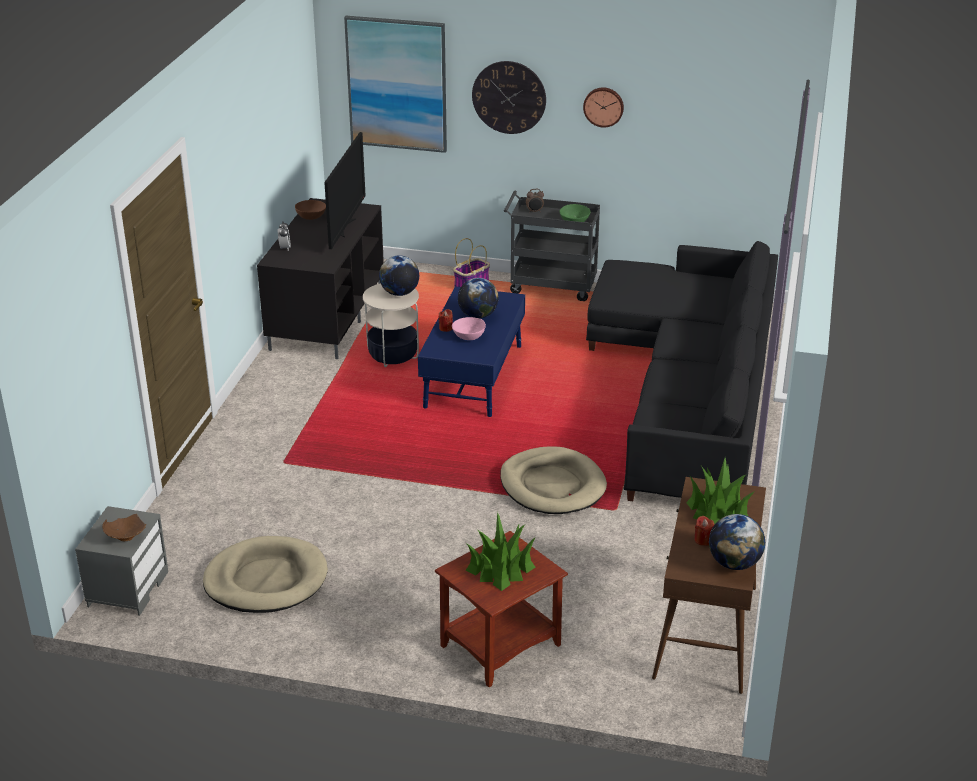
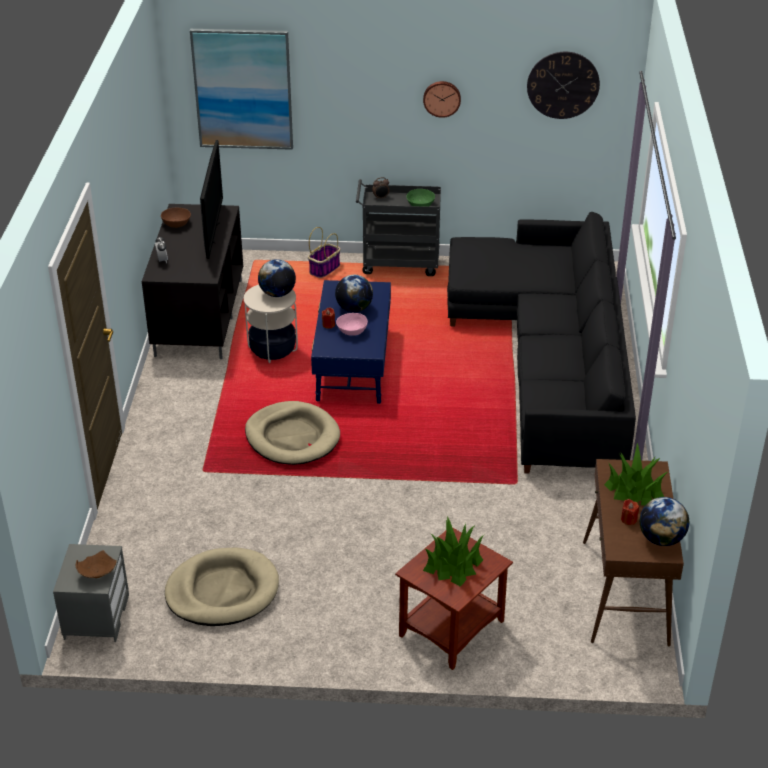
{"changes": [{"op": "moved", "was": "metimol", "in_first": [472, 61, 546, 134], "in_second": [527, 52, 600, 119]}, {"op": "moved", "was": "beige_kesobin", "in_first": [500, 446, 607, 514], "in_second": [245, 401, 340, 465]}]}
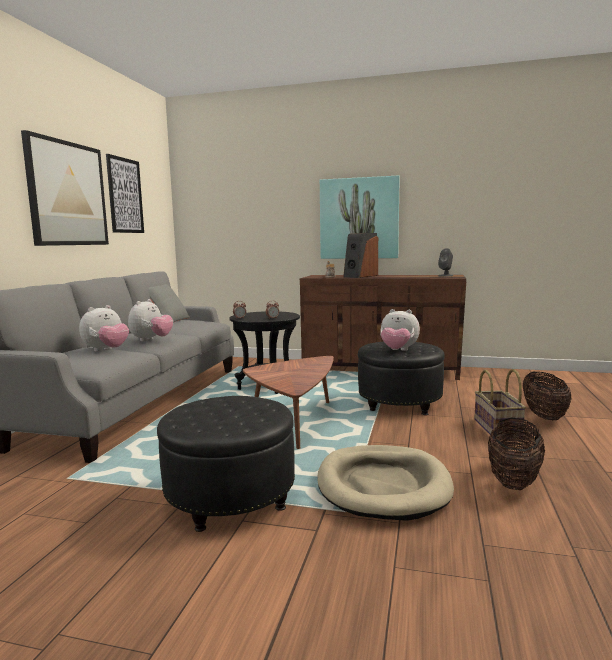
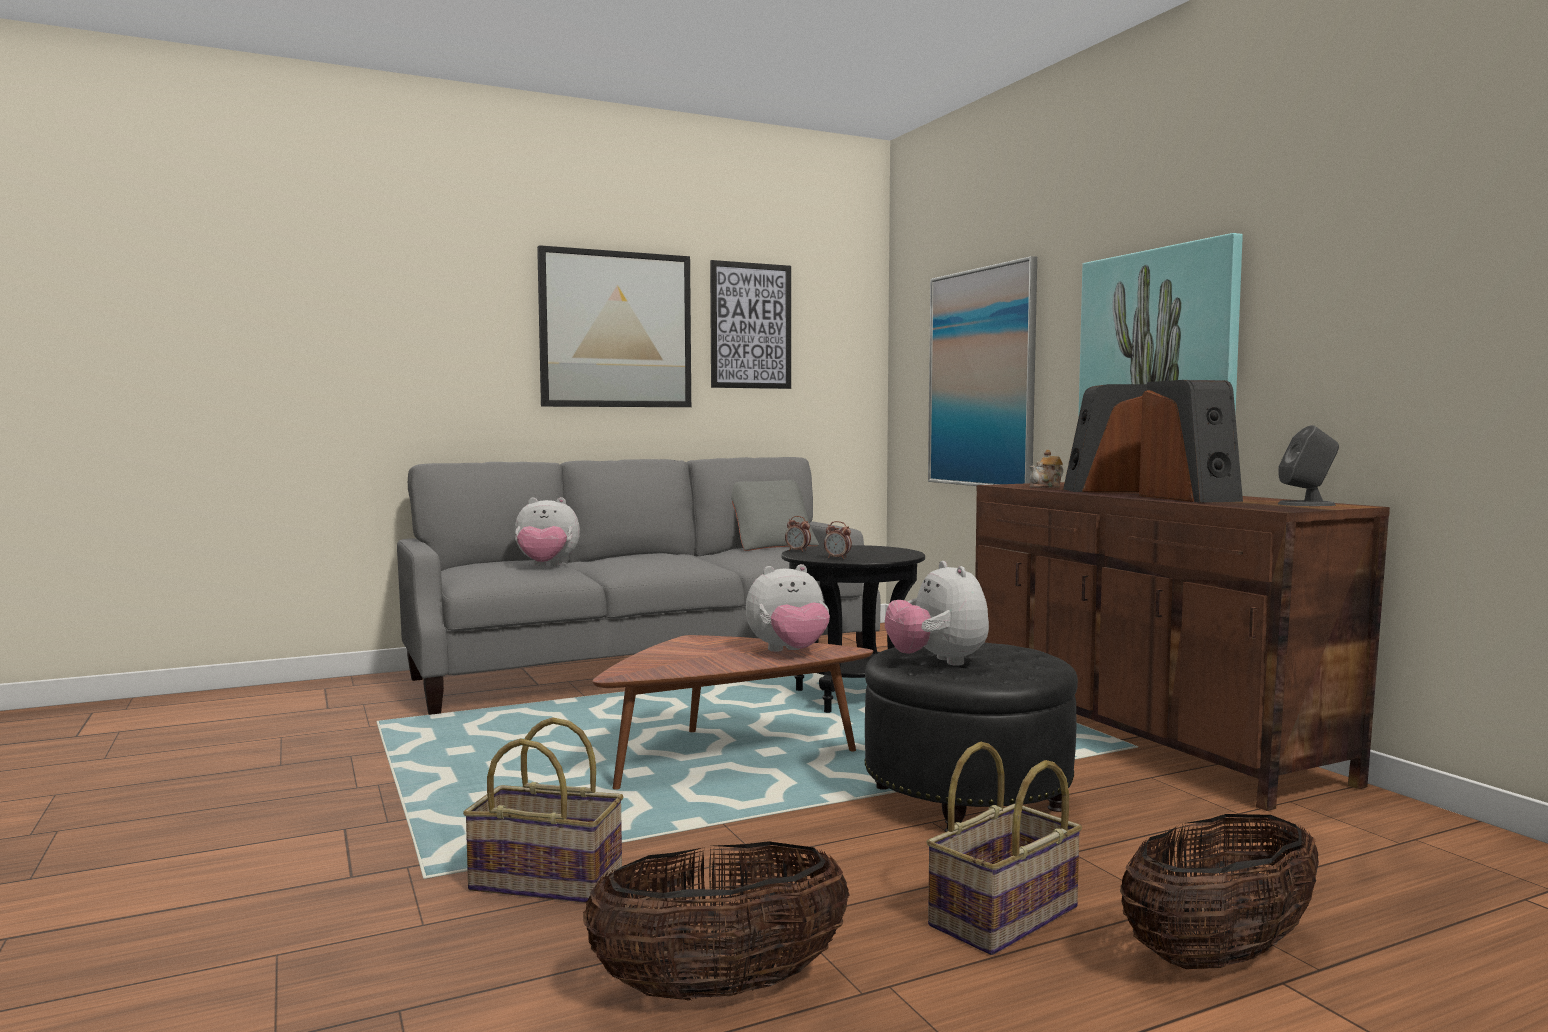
{"changes": [{"op": "moved", "was": "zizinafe", "in_first": [128, 299, 173, 342], "in_second": [746, 564, 830, 652]}, {"op": "removed", "was": "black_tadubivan", "in_first": [157, 396, 295, 532]}, {"op": "replaced", "was": "beige_kesobin", "now": "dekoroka", "in_first": [317, 445, 454, 521], "in_second": [463, 717, 623, 903]}, {"op": "added", "now": "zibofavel", "in_second": [928, 256, 1037, 486]}, {"op": "added", "now": "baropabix", "in_second": [1139, 380, 1243, 503]}]}
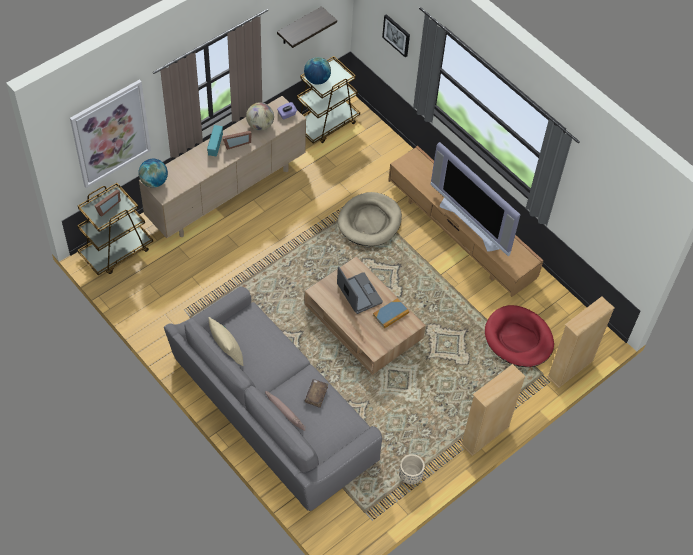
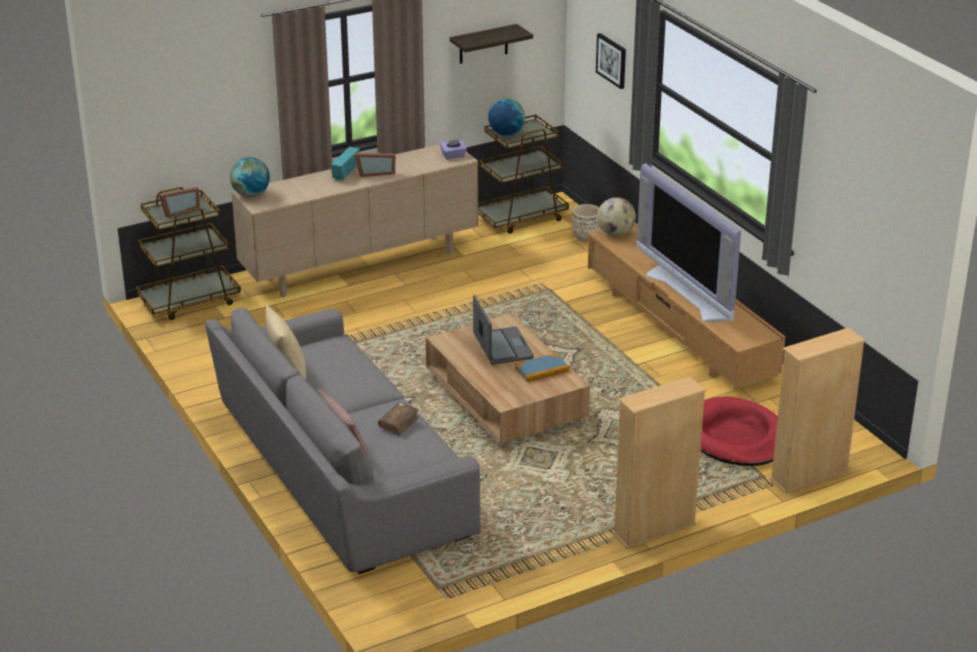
{"changes": [{"op": "removed", "was": "zibofavel", "in_first": [70, 80, 151, 188]}, {"op": "moved", "was": "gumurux", "in_first": [246, 102, 274, 131], "in_second": [597, 197, 636, 236]}, {"op": "removed", "was": "beige_kesobin", "in_first": [338, 192, 402, 246]}, {"op": "moved", "was": "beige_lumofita", "in_first": [399, 454, 425, 485], "in_second": [572, 204, 601, 242]}]}
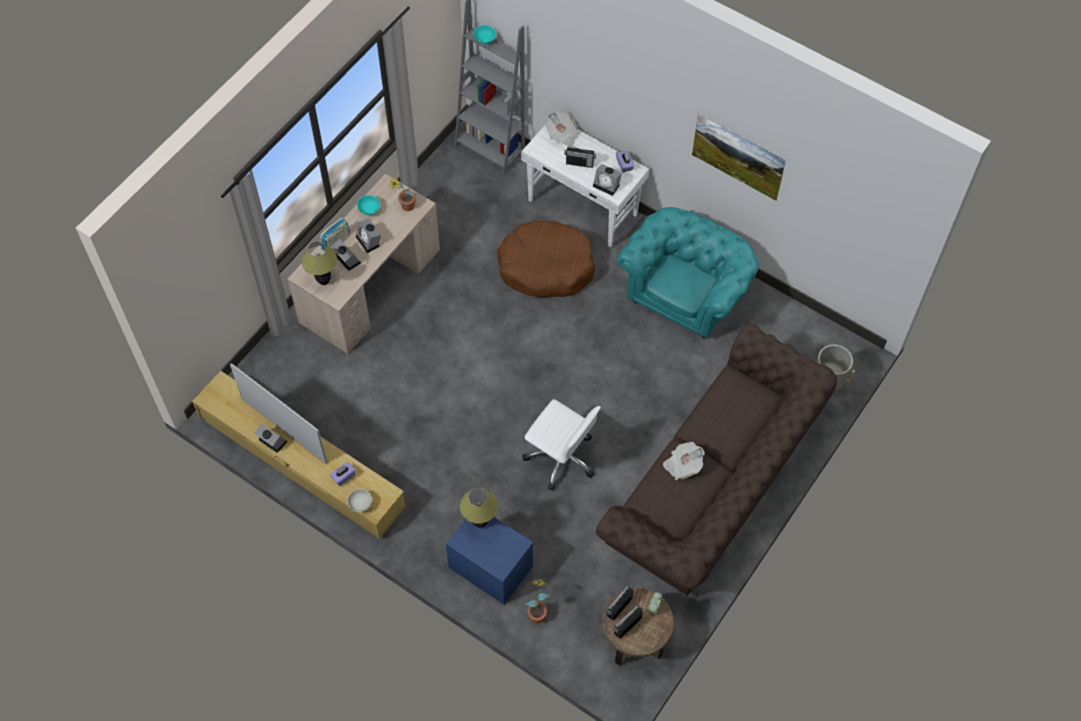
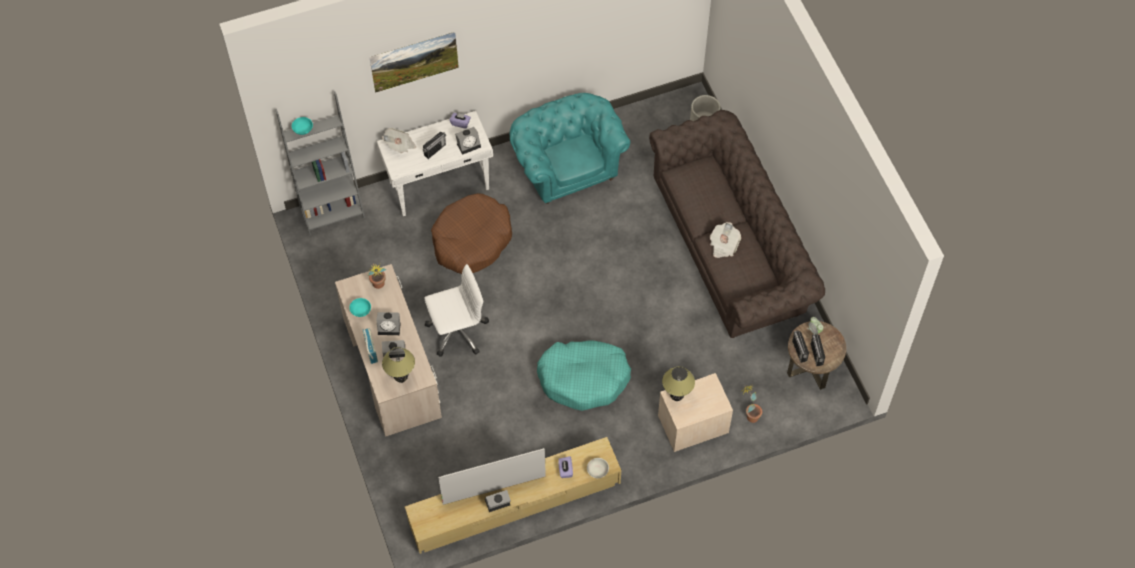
{"changes": [{"op": "recoloured", "was": "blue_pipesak", "now": "beige_pipesak", "in_first": [446, 505, 533, 604], "in_second": [658, 373, 733, 452]}, {"op": "moved", "was": "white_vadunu", "in_first": [522, 399, 601, 490], "in_second": [424, 264, 489, 357]}, {"op": "moved", "was": "zibofavel", "in_first": [692, 114, 786, 201], "in_second": [370, 32, 459, 93]}, {"op": "added", "now": "turquoise_kesobin", "in_second": [537, 341, 631, 411]}]}
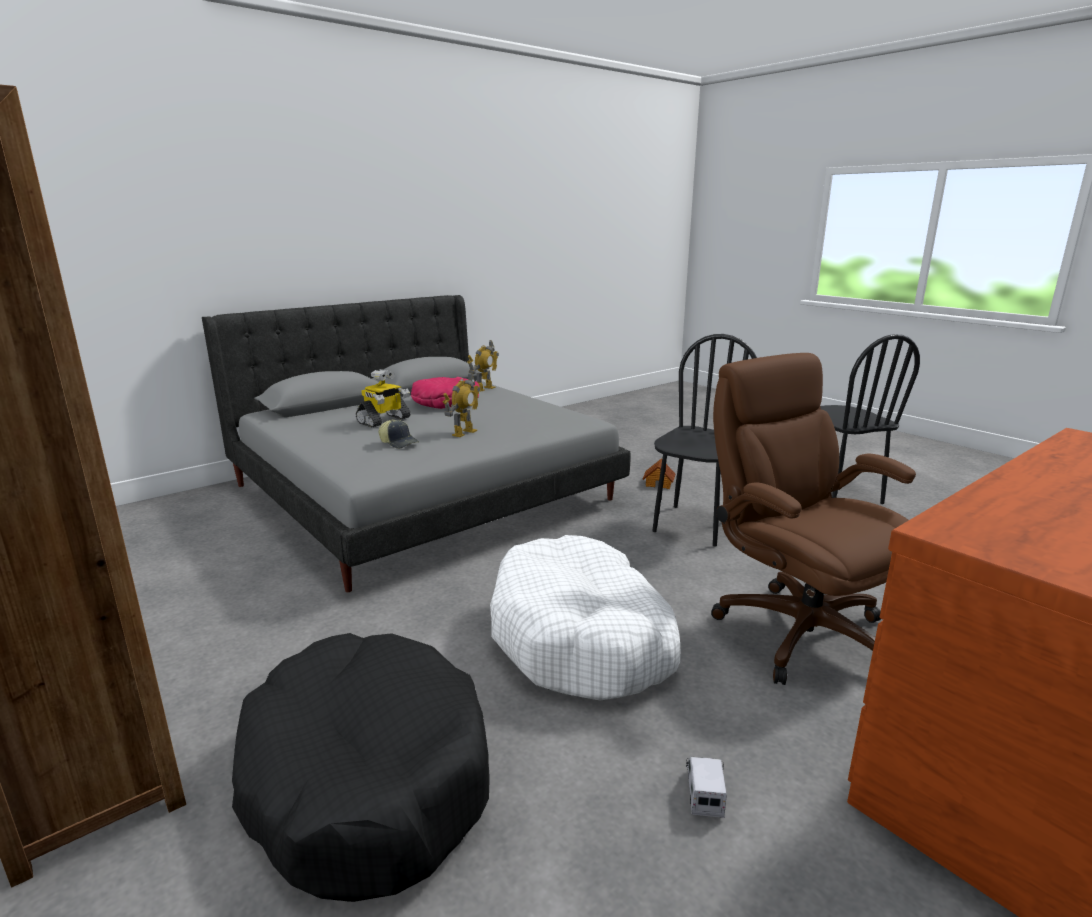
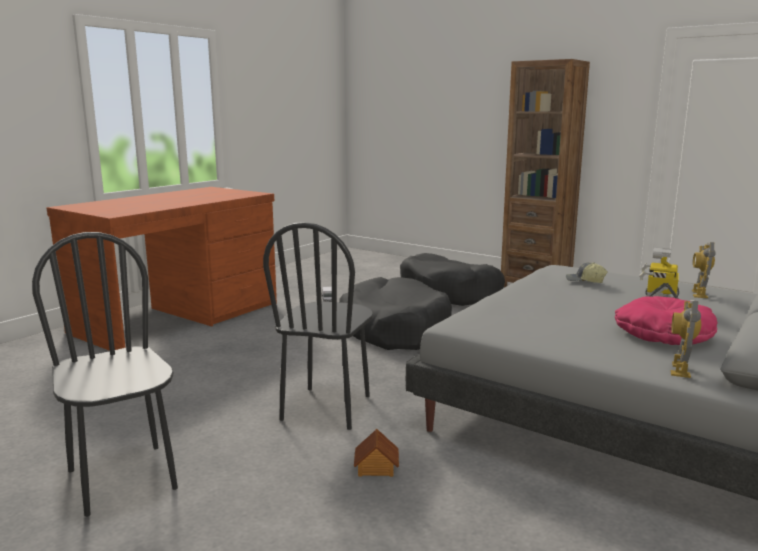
{"changes": [{"op": "moved", "was": "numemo", "in_first": [443, 372, 480, 437], "in_second": [692, 242, 716, 298]}, {"op": "recoloured", "was": "white_kesobin", "now": "black_kesobin", "in_first": [490, 535, 680, 700], "in_second": [339, 277, 452, 350]}, {"op": "removed", "was": "brown_vadunu", "in_first": [711, 353, 916, 685]}]}
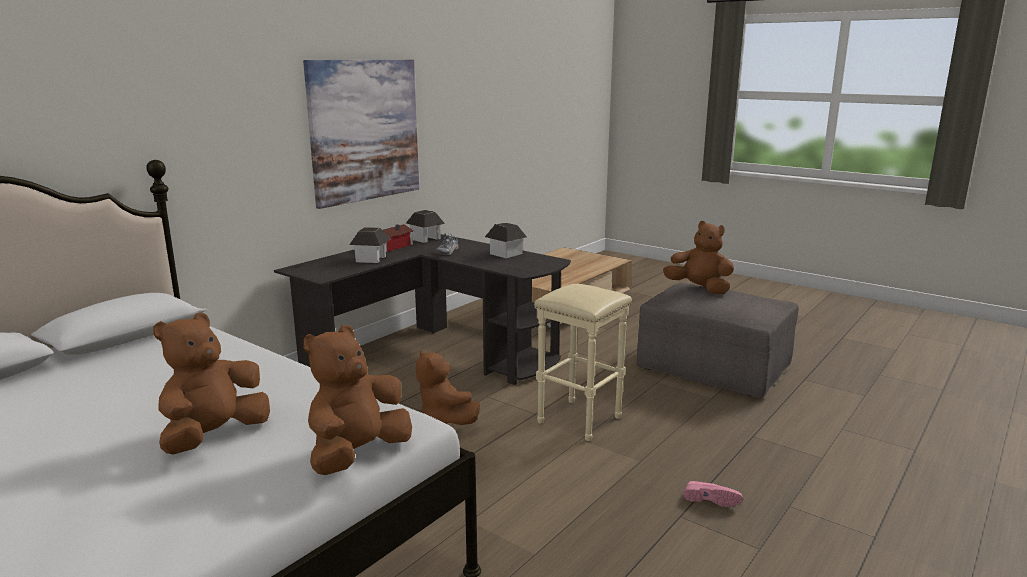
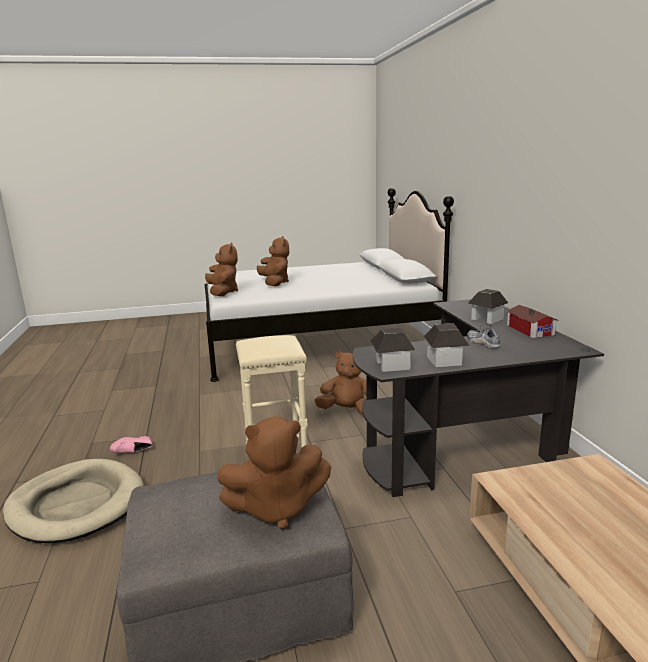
{"changes": [{"op": "removed", "was": "zibofavel", "in_first": [303, 60, 419, 209]}, {"op": "moved", "was": "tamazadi", "in_first": [406, 210, 445, 243], "in_second": [371, 328, 415, 372]}, {"op": "added", "now": "beige_kesobin", "in_second": [3, 459, 144, 543]}]}
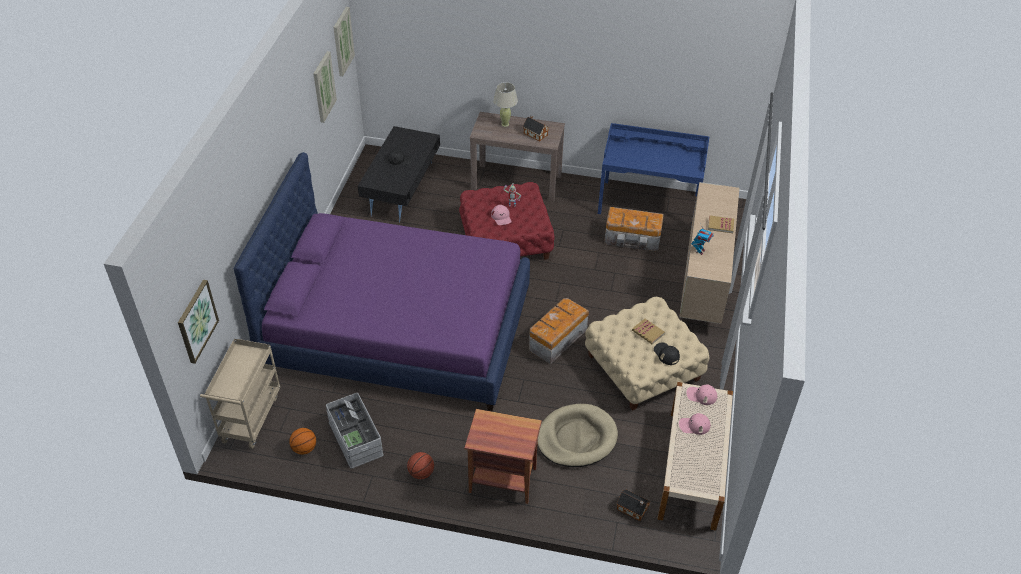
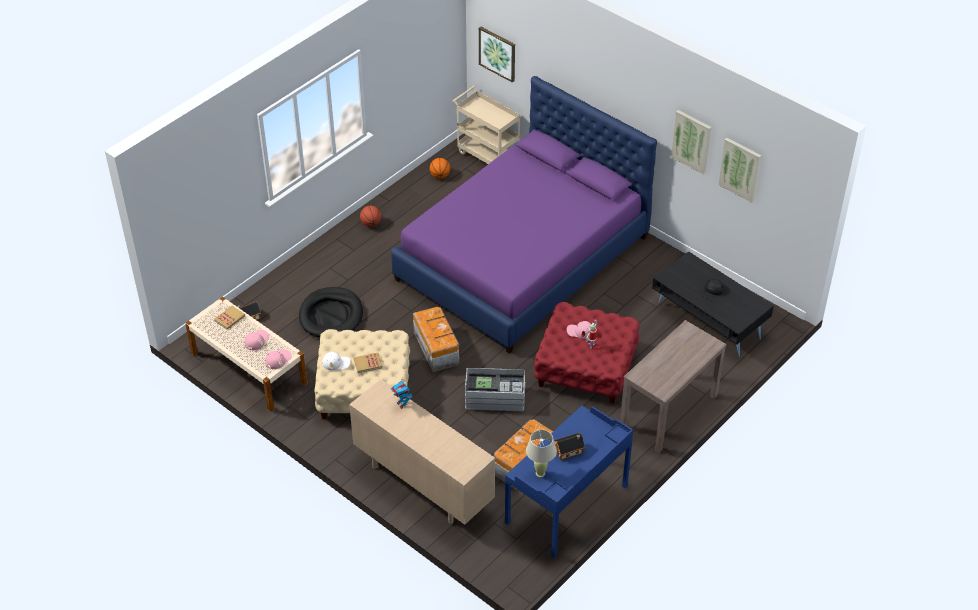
{"changes": [{"op": "moved", "was": "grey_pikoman", "in_first": [326, 393, 384, 469], "in_second": [465, 368, 525, 411]}, {"op": "moved", "was": "zibofavel", "in_first": [333, 7, 355, 76], "in_second": [671, 110, 712, 174]}, {"op": "removed", "was": "pipesak", "in_first": [464, 409, 542, 504]}, {"op": "moved", "was": "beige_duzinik", "in_first": [493, 82, 518, 127], "in_second": [526, 430, 557, 477]}, {"op": "moved", "was": "tamazadi", "in_first": [523, 115, 549, 142], "in_second": [554, 433, 585, 460]}, {"op": "recoloured", "was": "beige_kesobin", "now": "black_kesobin", "in_first": [537, 404, 618, 467], "in_second": [299, 287, 363, 338]}, {"op": "recoloured", "was": "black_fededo", "now": "white_fededo", "in_first": [654, 342, 680, 365], "in_second": [322, 352, 350, 370]}, {"op": "moved", "was": "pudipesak", "in_first": [708, 215, 734, 233], "in_second": [214, 306, 245, 330]}]}
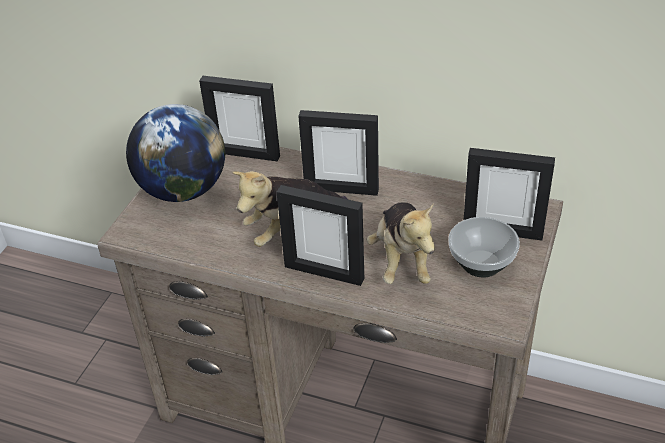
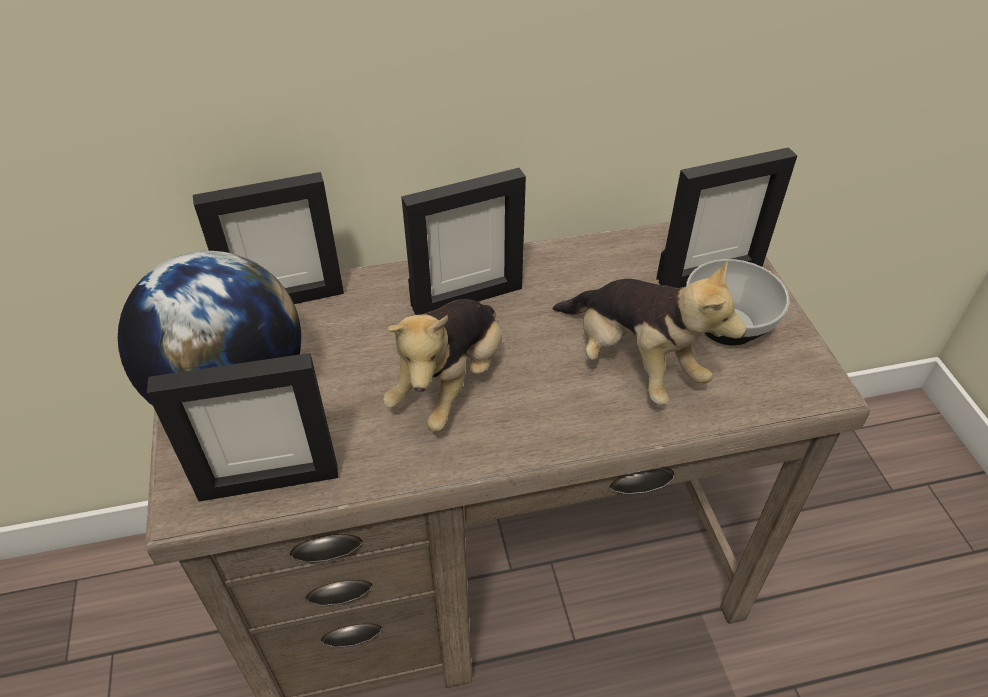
{"changes": [{"op": "moved", "was": "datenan", "in_first": [277, 185, 364, 286], "in_second": [147, 353, 338, 502]}]}
